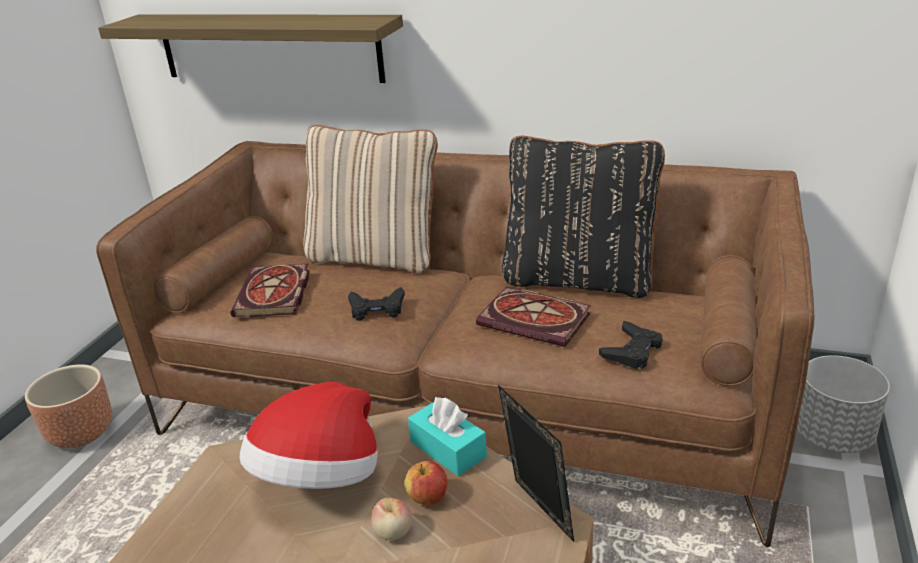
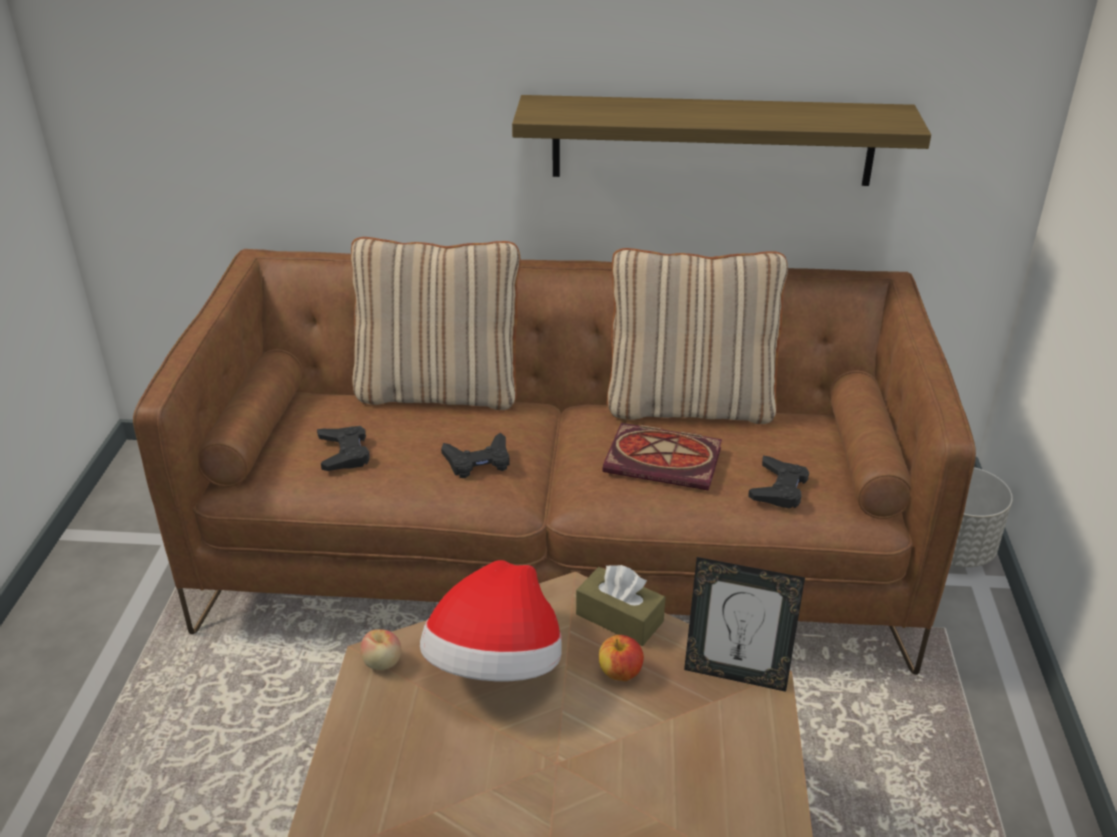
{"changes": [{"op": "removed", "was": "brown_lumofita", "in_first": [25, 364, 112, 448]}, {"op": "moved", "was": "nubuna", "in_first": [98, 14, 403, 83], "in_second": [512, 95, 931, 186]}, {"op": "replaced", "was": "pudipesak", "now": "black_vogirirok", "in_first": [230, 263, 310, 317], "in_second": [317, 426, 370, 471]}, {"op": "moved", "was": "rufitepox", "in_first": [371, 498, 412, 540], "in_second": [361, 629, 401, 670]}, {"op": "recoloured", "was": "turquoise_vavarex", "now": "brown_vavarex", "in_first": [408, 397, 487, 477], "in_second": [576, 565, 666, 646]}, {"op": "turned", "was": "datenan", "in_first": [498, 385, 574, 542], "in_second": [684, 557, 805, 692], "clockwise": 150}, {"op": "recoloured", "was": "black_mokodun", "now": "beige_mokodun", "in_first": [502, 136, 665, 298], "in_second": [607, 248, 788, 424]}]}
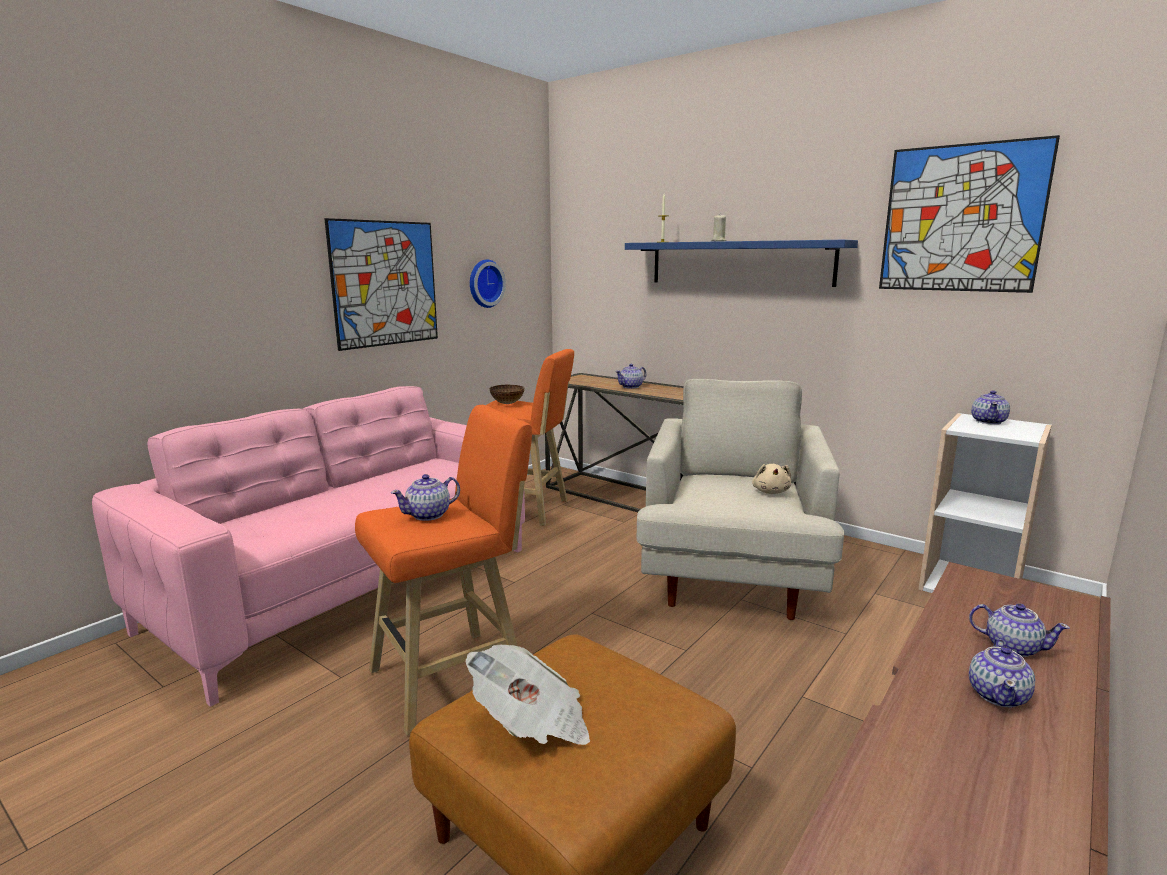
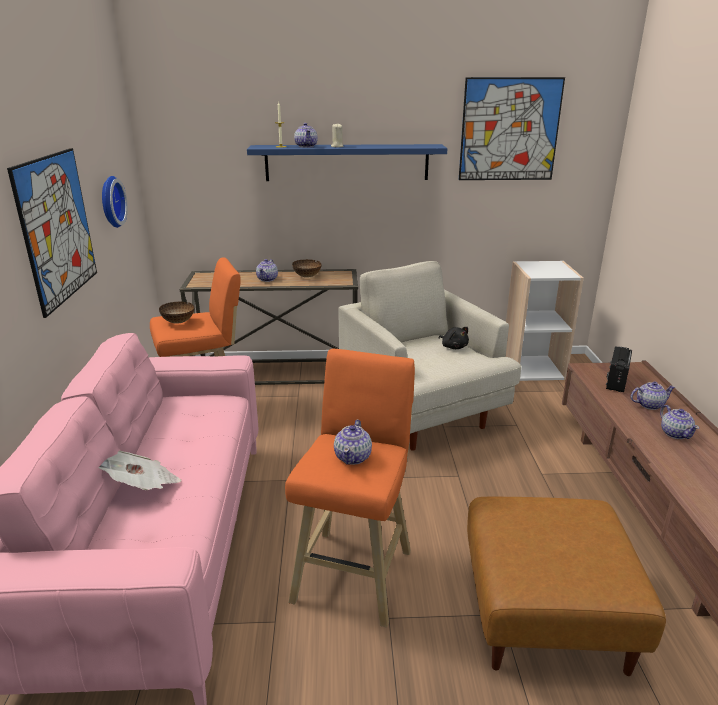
{"changes": [{"op": "moved", "was": "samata", "in_first": [466, 645, 590, 745], "in_second": [99, 450, 182, 490]}, {"op": "recoloured", "was": "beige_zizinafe", "now": "black_zizinafe", "in_first": [752, 464, 791, 494], "in_second": [438, 327, 469, 349]}, {"op": "moved", "was": "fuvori", "in_first": [971, 390, 1010, 425], "in_second": [294, 123, 317, 148]}, {"op": "added", "now": "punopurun", "in_second": [292, 259, 322, 278]}, {"op": "added", "now": "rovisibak", "in_second": [606, 346, 632, 392]}]}
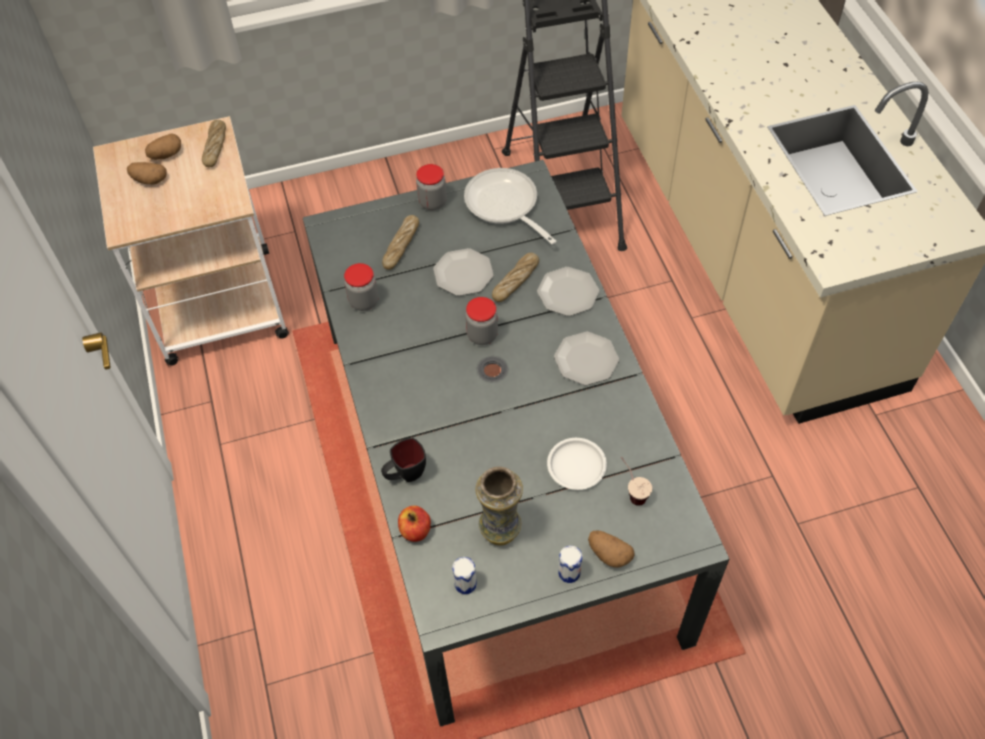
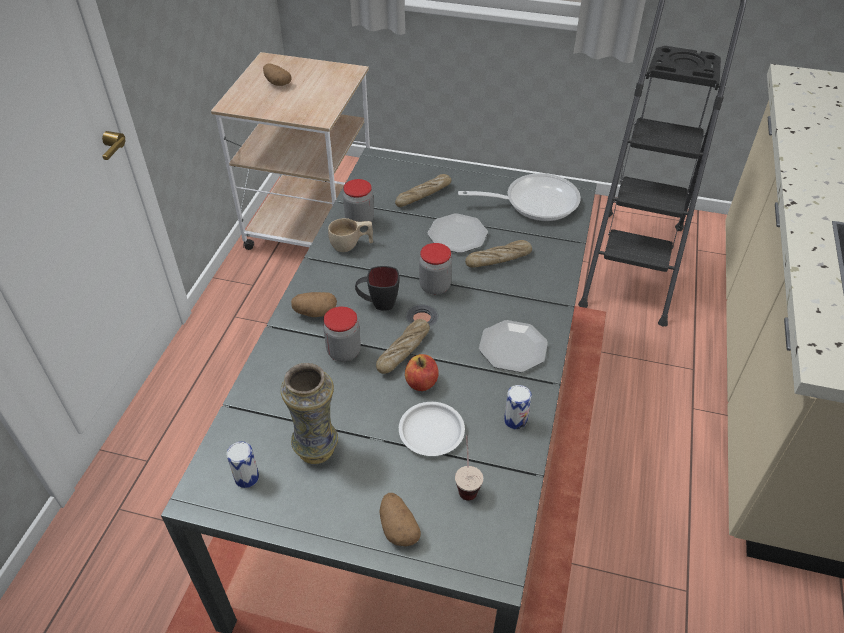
{"changes": [{"op": "moved", "was": "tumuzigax", "in_first": [145, 133, 181, 160], "in_second": [291, 292, 337, 317]}, {"op": "moved", "was": "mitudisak", "in_first": [202, 120, 226, 168], "in_second": [376, 319, 430, 374]}, {"op": "moved", "was": "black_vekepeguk", "in_first": [381, 438, 426, 482], "in_second": [355, 266, 399, 311]}, {"op": "moved", "was": "rufitepox", "in_first": [398, 506, 431, 542], "in_second": [405, 354, 439, 391]}, {"op": "moved", "was": "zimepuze", "in_first": [416, 164, 447, 210], "in_second": [323, 306, 361, 362]}, {"op": "turned", "was": "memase", "in_first": [464, 168, 557, 245], "in_second": [458, 173, 581, 221], "clockwise": 90}, {"op": "removed", "was": "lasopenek", "in_first": [537, 267, 599, 316]}, {"op": "moved", "was": "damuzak", "in_first": [558, 546, 582, 583], "in_second": [504, 385, 532, 429]}, {"op": "added", "now": "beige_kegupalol", "in_second": [328, 218, 373, 252]}]}
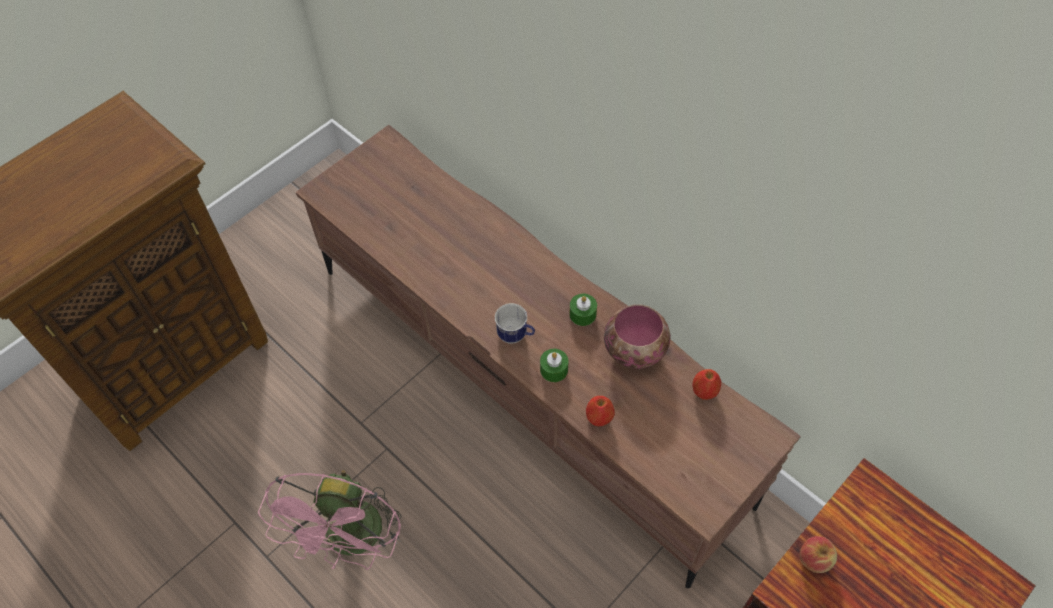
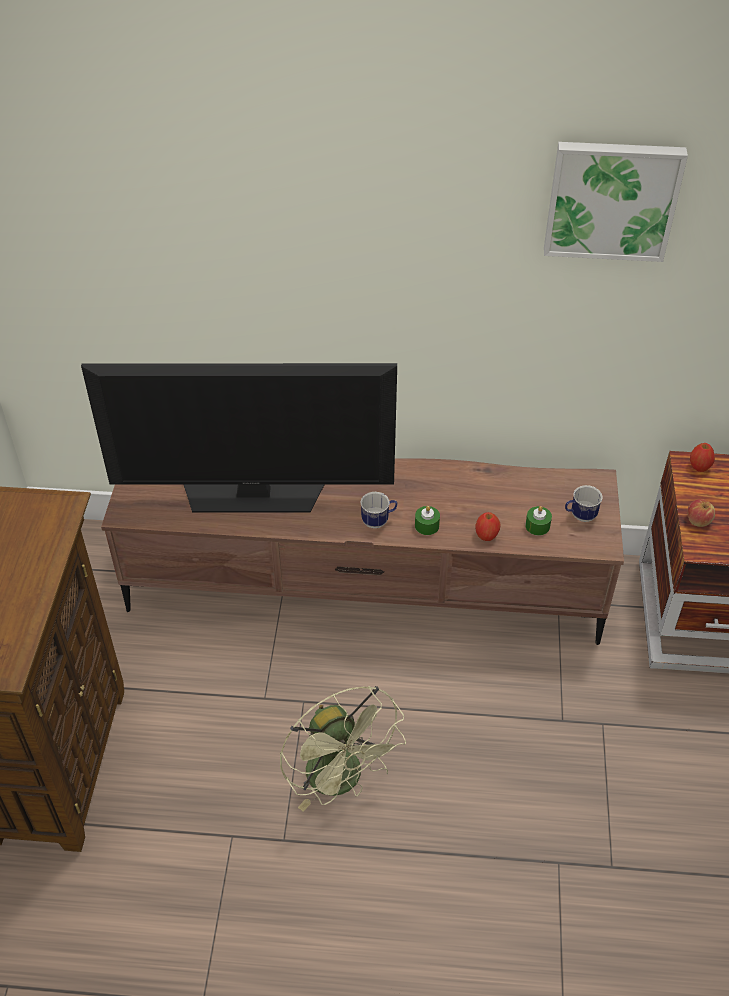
{"changes": [{"op": "recoloured", "was": "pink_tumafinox", "now": "green_tumafinox", "in_first": [258, 470, 402, 570], "in_second": [280, 686, 406, 811]}, {"op": "moved", "was": "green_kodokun", "in_first": [569, 293, 597, 326], "in_second": [525, 506, 552, 536]}, {"op": "removed", "was": "punopurun", "in_first": [604, 304, 671, 369]}, {"op": "moved", "was": "rufitepox", "in_first": [692, 369, 721, 400], "in_second": [690, 443, 715, 472]}, {"op": "added", "now": "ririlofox", "in_second": [81, 363, 397, 512]}, {"op": "added", "now": "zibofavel", "in_second": [544, 142, 688, 262]}, {"op": "added", "now": "vekepeguk", "in_second": [565, 485, 603, 522]}]}
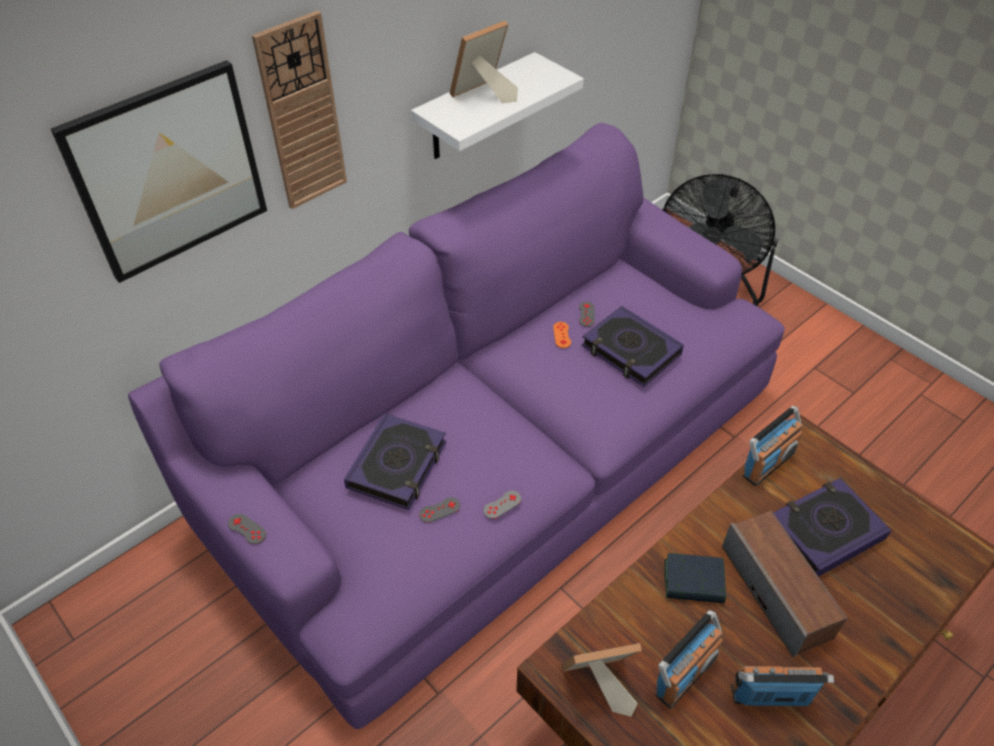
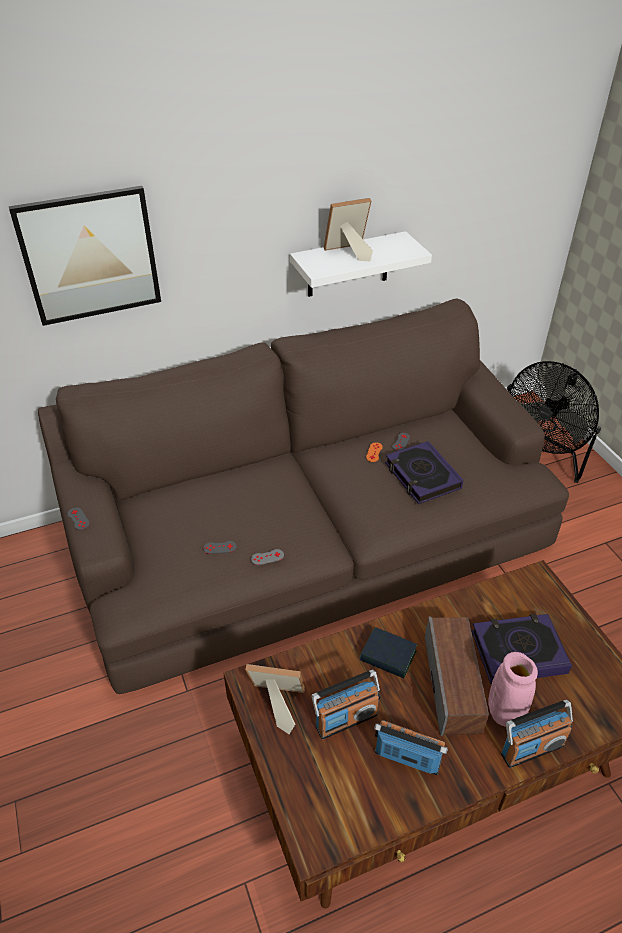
{"changes": [{"op": "recoloured", "was": "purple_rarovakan", "now": "brown_rarovakan", "in_first": [128, 123, 785, 729], "in_second": [38, 299, 569, 694]}, {"op": "removed", "was": "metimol", "in_first": [252, 10, 347, 209]}, {"op": "removed", "was": "pudipesak", "in_first": [344, 413, 446, 510]}, {"op": "moved", "was": "rovisibak", "in_first": [743, 406, 803, 486], "in_second": [501, 699, 573, 768]}, {"op": "added", "now": "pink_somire", "in_second": [488, 652, 538, 727]}]}
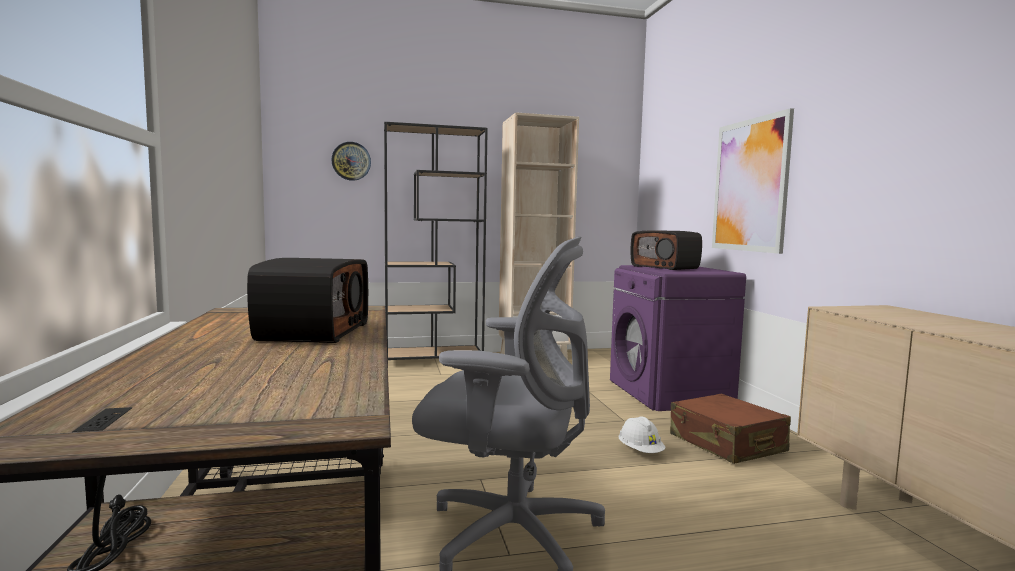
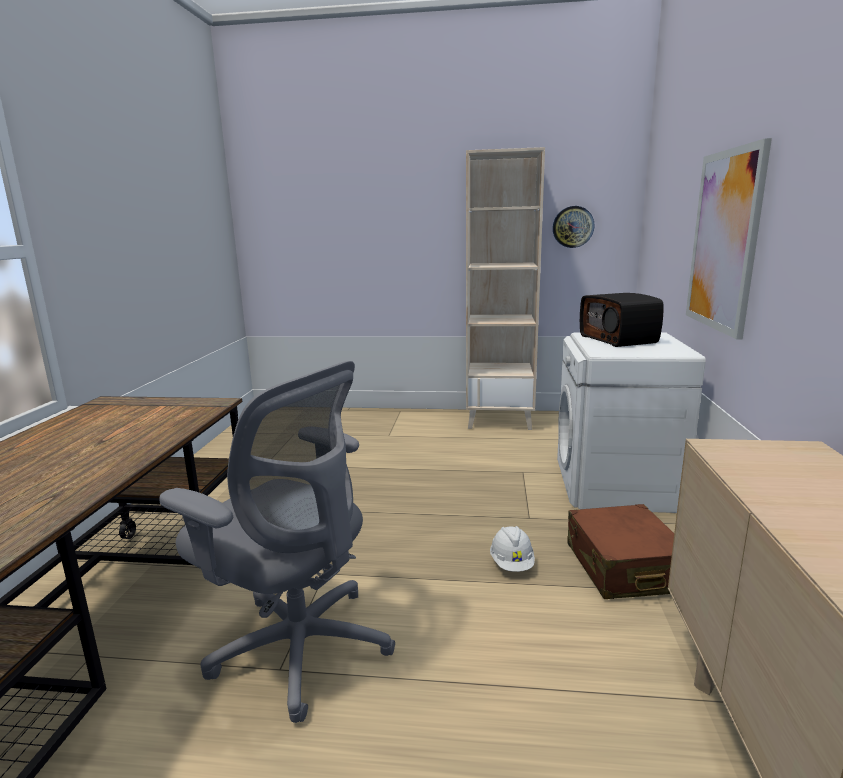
{"changes": [{"op": "removed", "was": "rovisibak", "in_first": [247, 258, 368, 343]}, {"op": "moved", "was": "metimol", "in_first": [332, 142, 371, 181], "in_second": [553, 206, 595, 248]}, {"op": "removed", "was": "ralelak", "in_first": [384, 122, 488, 361]}, {"op": "recoloured", "was": "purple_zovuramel", "now": "white_zovuramel", "in_first": [610, 265, 746, 411], "in_second": [557, 333, 706, 513]}]}
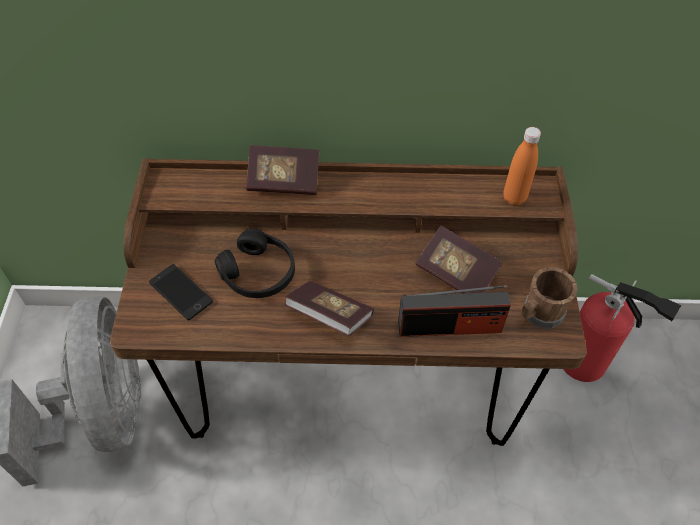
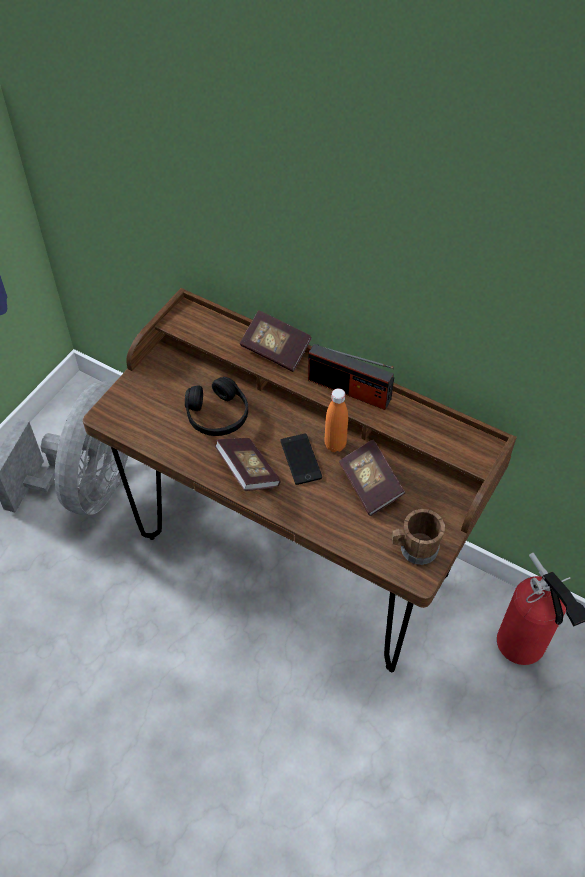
{"changes": [{"op": "moved", "was": "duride", "in_first": [149, 264, 213, 320], "in_second": [280, 434, 322, 485]}, {"op": "moved", "was": "rovisibak", "in_first": [398, 285, 511, 337], "in_second": [308, 344, 394, 410]}, {"op": "moved", "was": "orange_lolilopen", "in_first": [503, 127, 541, 205], "in_second": [325, 388, 348, 452]}]}
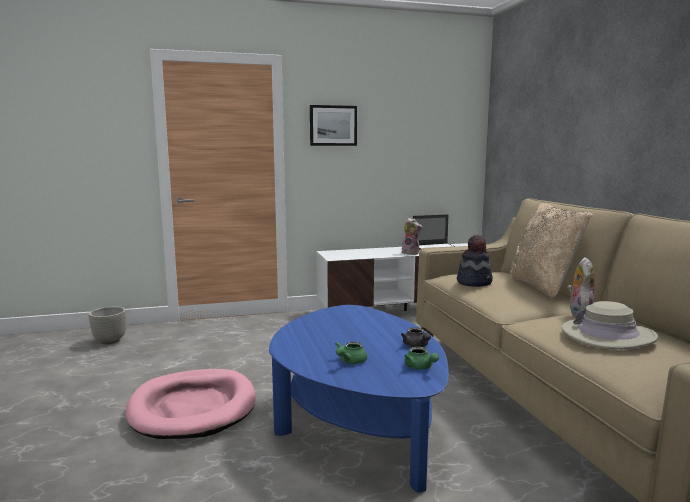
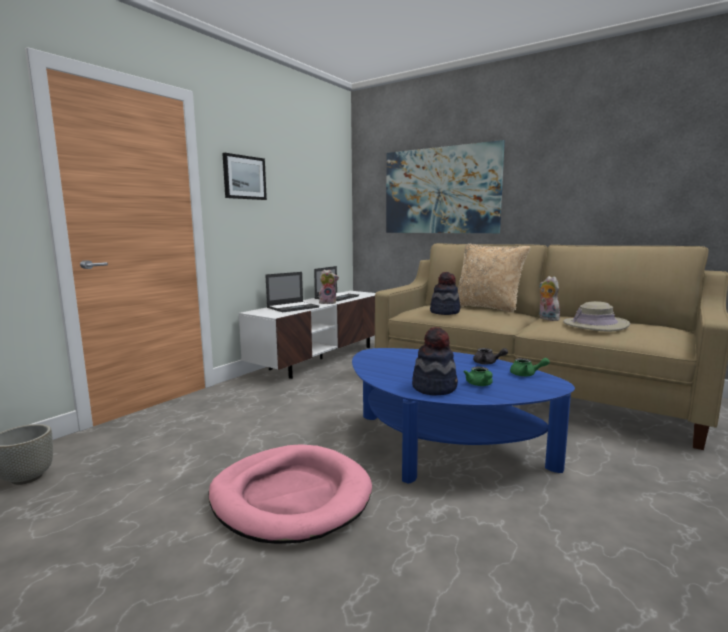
{"changes": [{"op": "added", "now": "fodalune", "in_second": [266, 272, 319, 312]}, {"op": "added", "now": "zibofavel", "in_second": [386, 140, 505, 233]}, {"op": "added", "now": "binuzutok", "in_second": [412, 327, 458, 396]}]}
